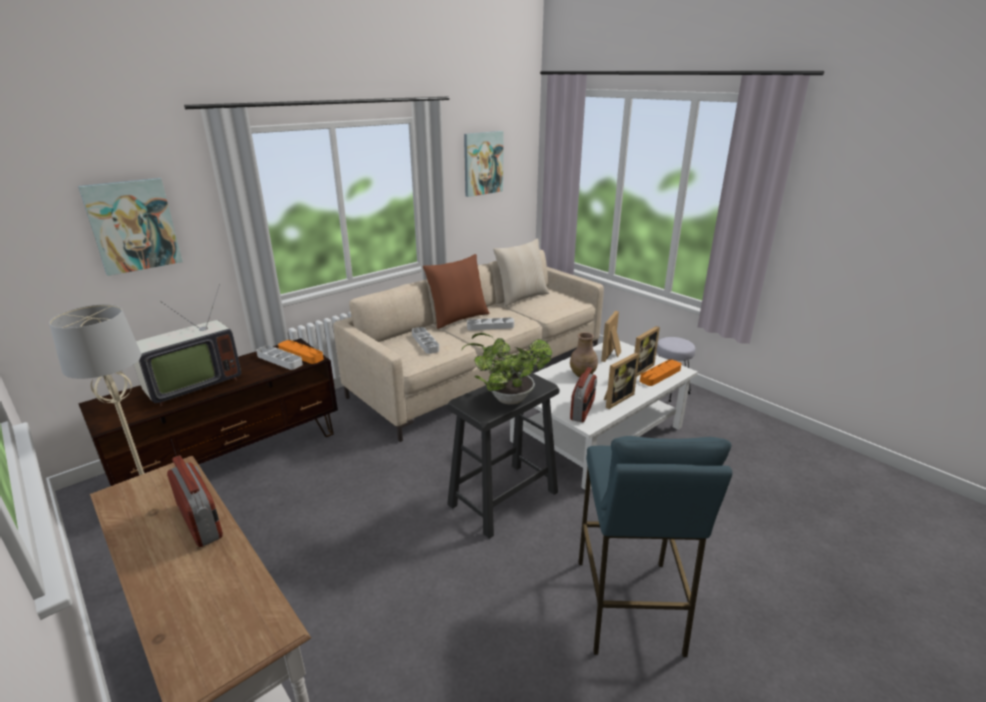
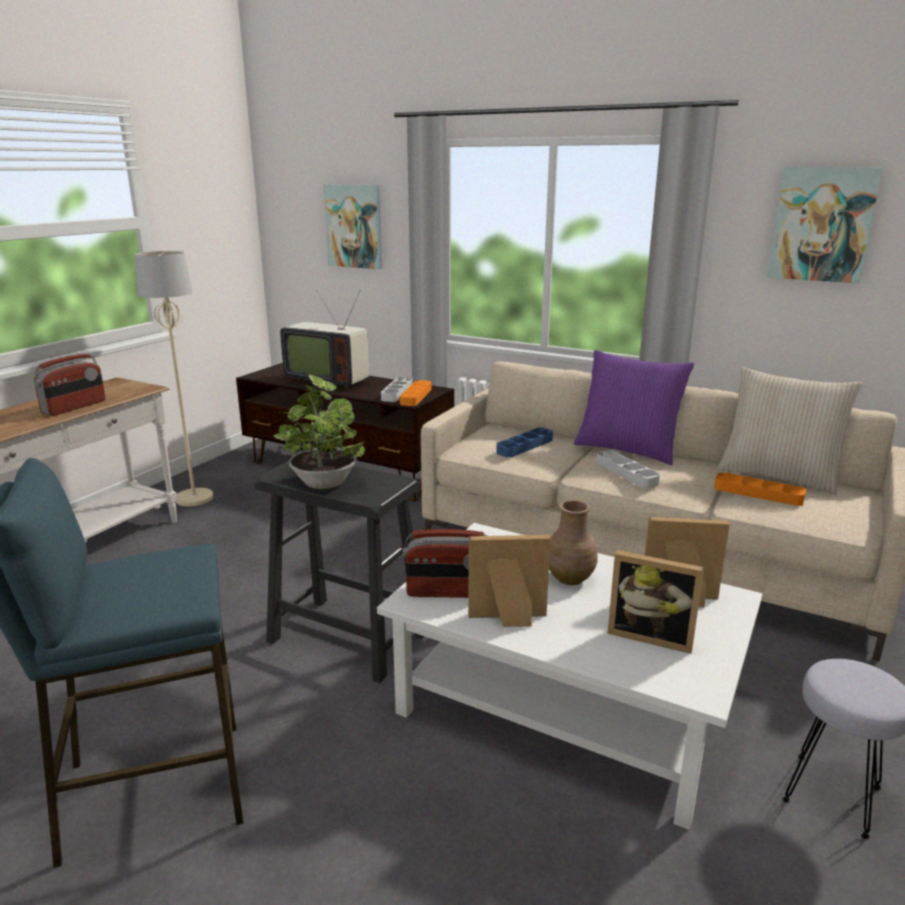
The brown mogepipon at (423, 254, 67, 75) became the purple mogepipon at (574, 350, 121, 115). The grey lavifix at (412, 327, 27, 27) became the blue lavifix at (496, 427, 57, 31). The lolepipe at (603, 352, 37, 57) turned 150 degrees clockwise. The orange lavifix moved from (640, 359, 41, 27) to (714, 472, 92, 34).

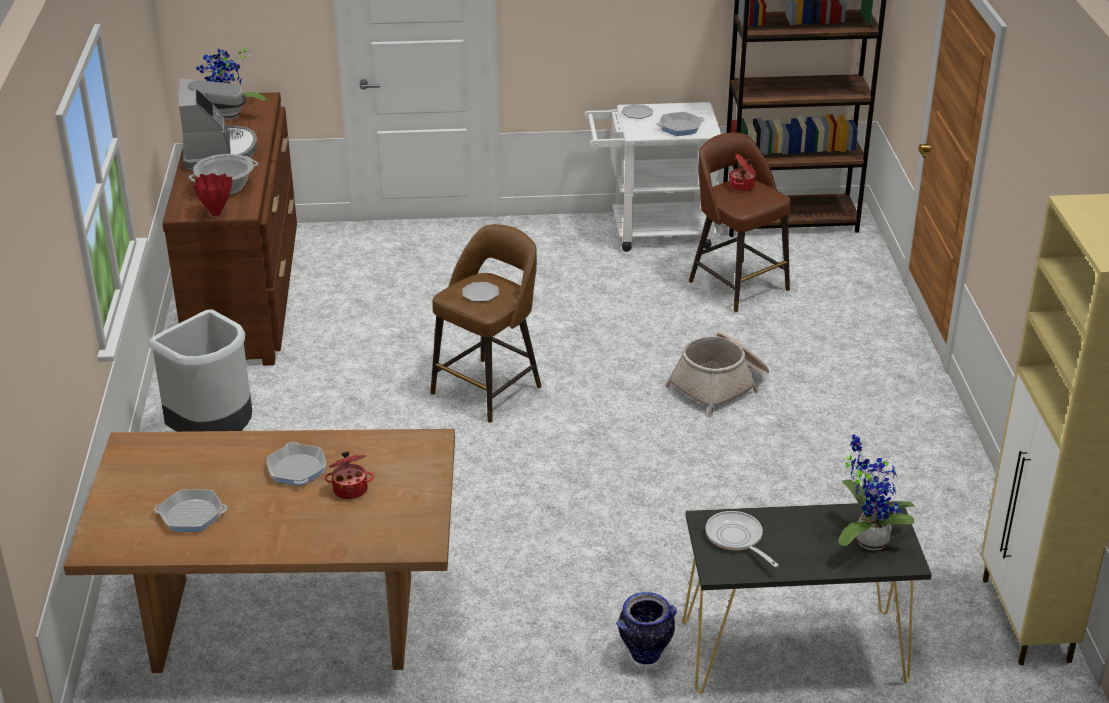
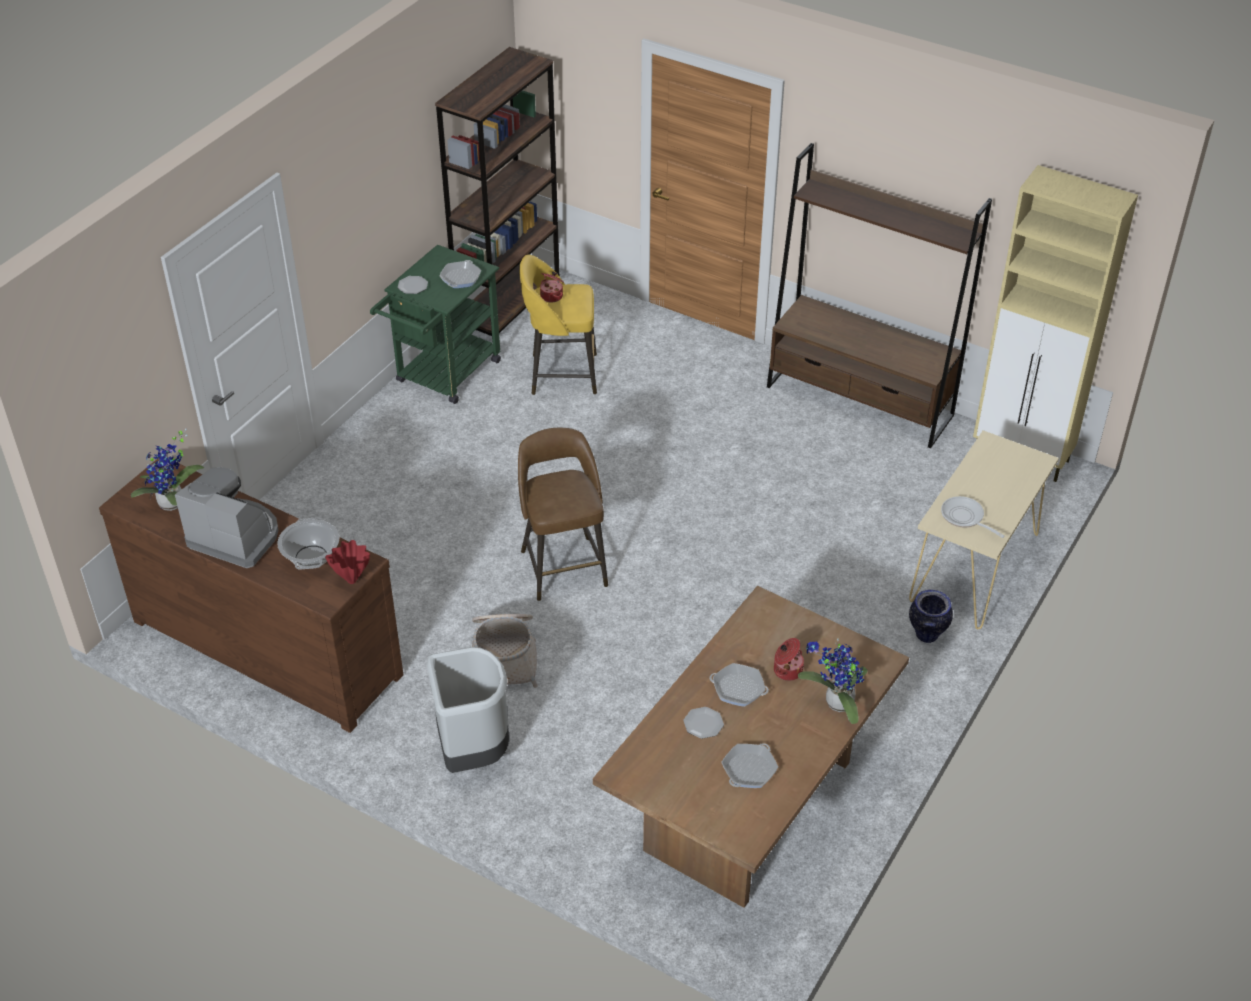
The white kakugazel at (585, 102, 137, 150) became the green kakugazel at (370, 245, 131, 159). The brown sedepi at (689, 132, 103, 180) became the yellow sedepi at (520, 255, 77, 140). The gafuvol moved from (462, 282, 37, 20) to (683, 707, 41, 32). The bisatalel moved from (665, 332, 104, 84) to (472, 614, 66, 74). The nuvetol moved from (838, 434, 77, 117) to (798, 638, 70, 86). The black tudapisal at (683, 501, 249, 192) became the beige tudapisal at (909, 430, 150, 199). The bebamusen at (705, 511, 74, 56) turned 45 degrees clockwise. The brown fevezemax at (767, 143, 225, 305) appeared.

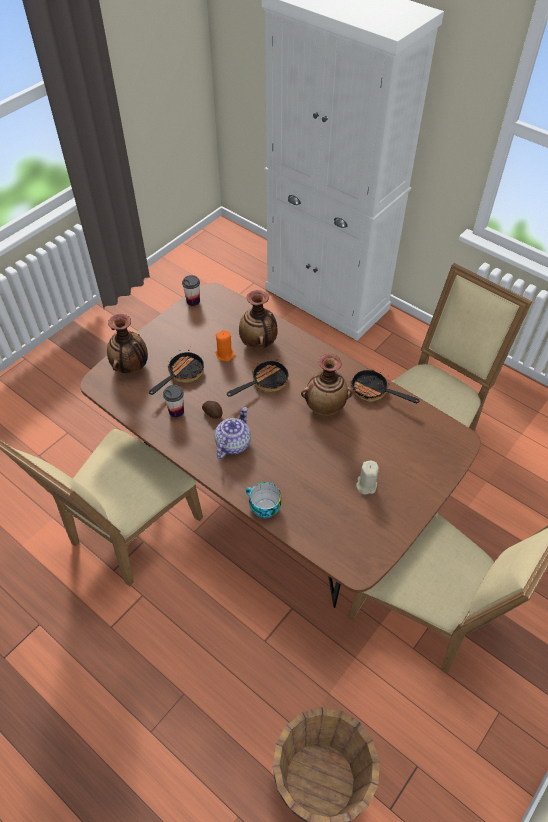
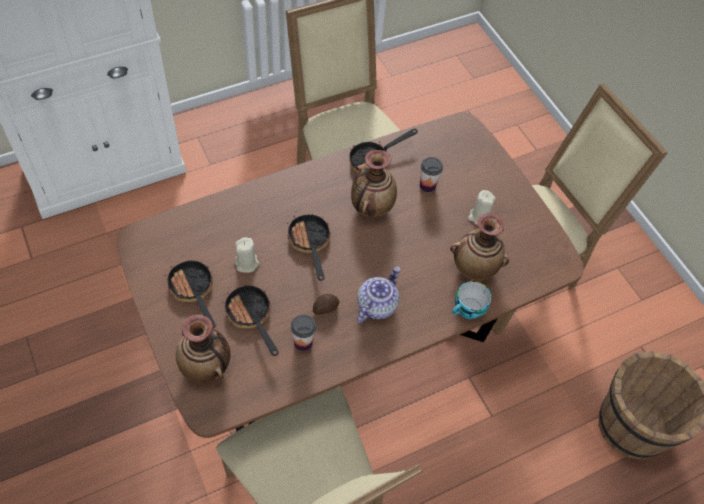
The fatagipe moved from (182, 275, 18, 31) to (420, 157, 23, 35). The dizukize moved from (239, 290, 39, 59) to (450, 213, 59, 67). The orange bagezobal at (216, 330, 19, 31) became the beige bagezobal at (235, 237, 24, 36). The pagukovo at (215, 407, 36, 52) turned 75 degrees clockwise. The bebamusen at (165, 260, 50, 68) appeared.

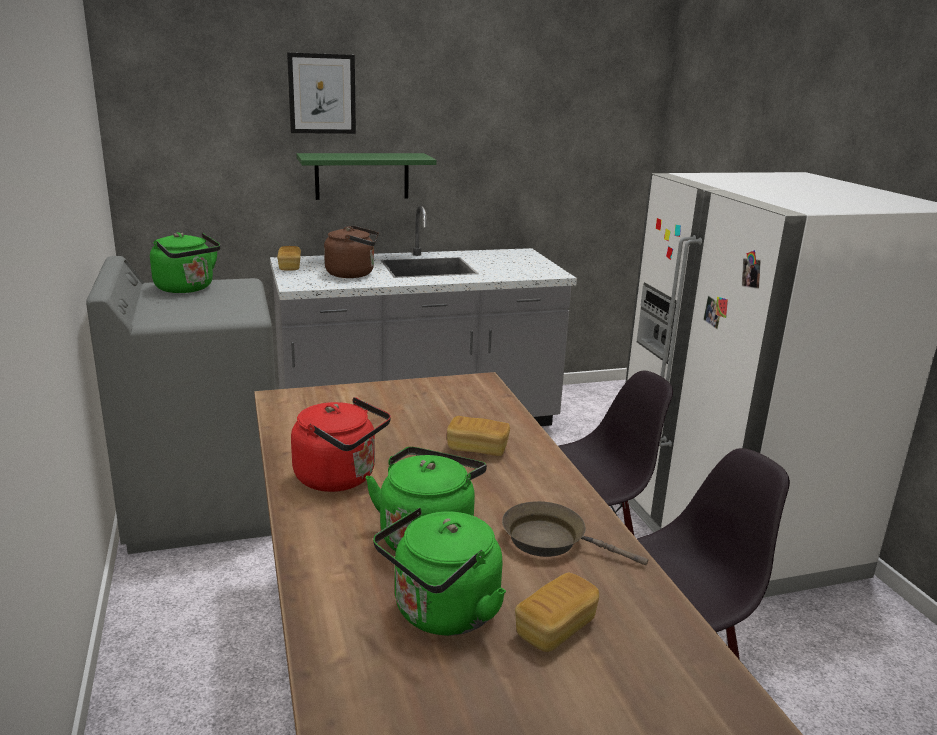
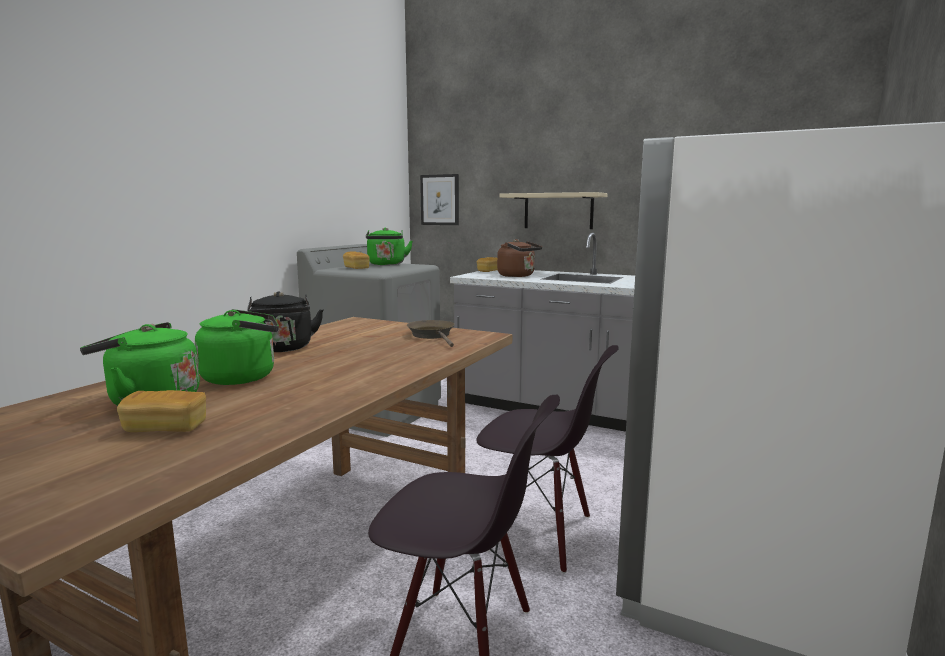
The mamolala moved from (287, 52, 69, 82) to (420, 174, 39, 51). The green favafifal at (296, 153, 140, 47) became the beige favafifal at (499, 192, 109, 37). The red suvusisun at (291, 397, 100, 95) became the black suvusisun at (247, 292, 77, 60). The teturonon moved from (447, 416, 63, 40) to (343, 251, 27, 18). The brown bebamusen moved from (502, 501, 146, 64) to (407, 320, 48, 27).

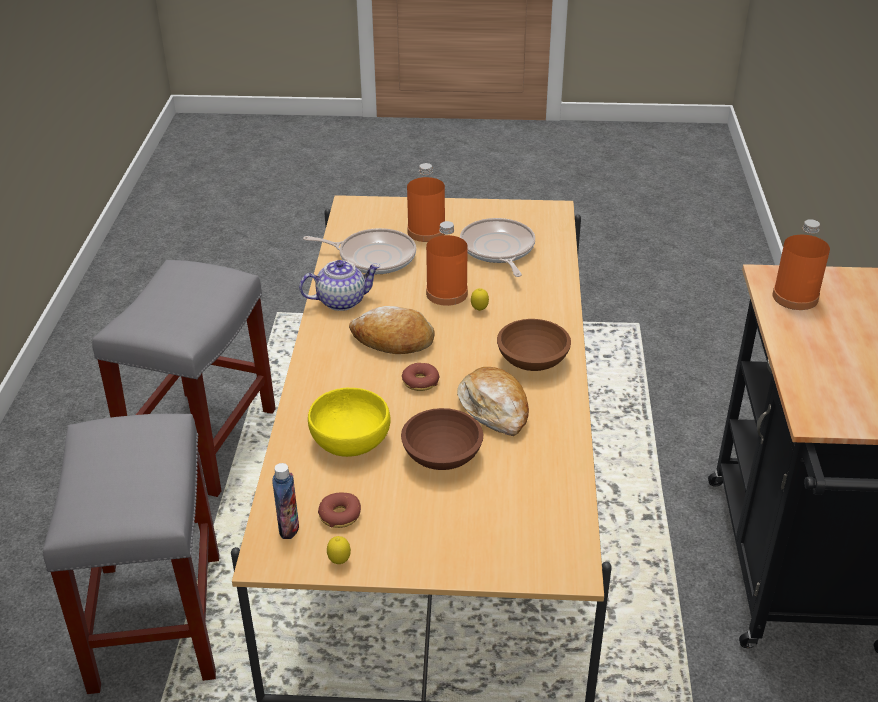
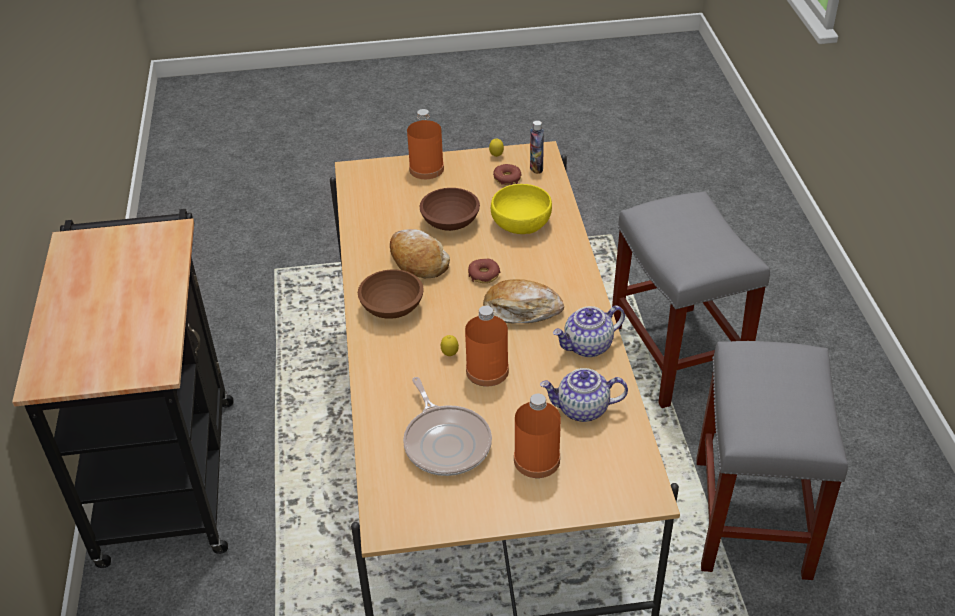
The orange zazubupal moved from (772, 219, 58, 91) to (407, 109, 37, 70). The bebamusen at (303, 228, 113, 46) was replaced by the pagukovo at (540, 368, 88, 54).

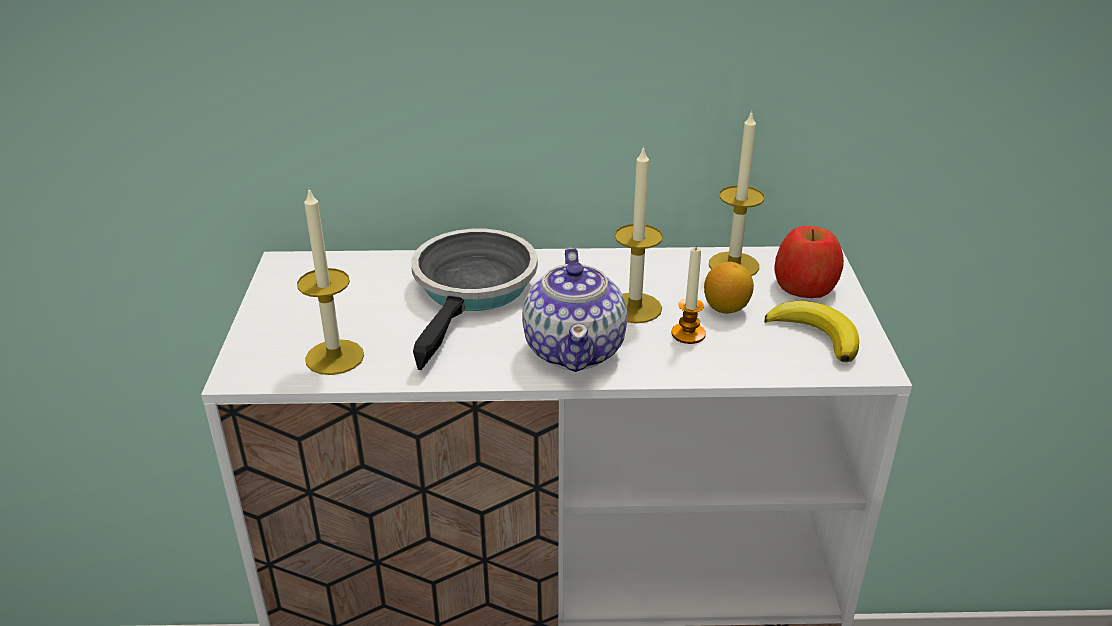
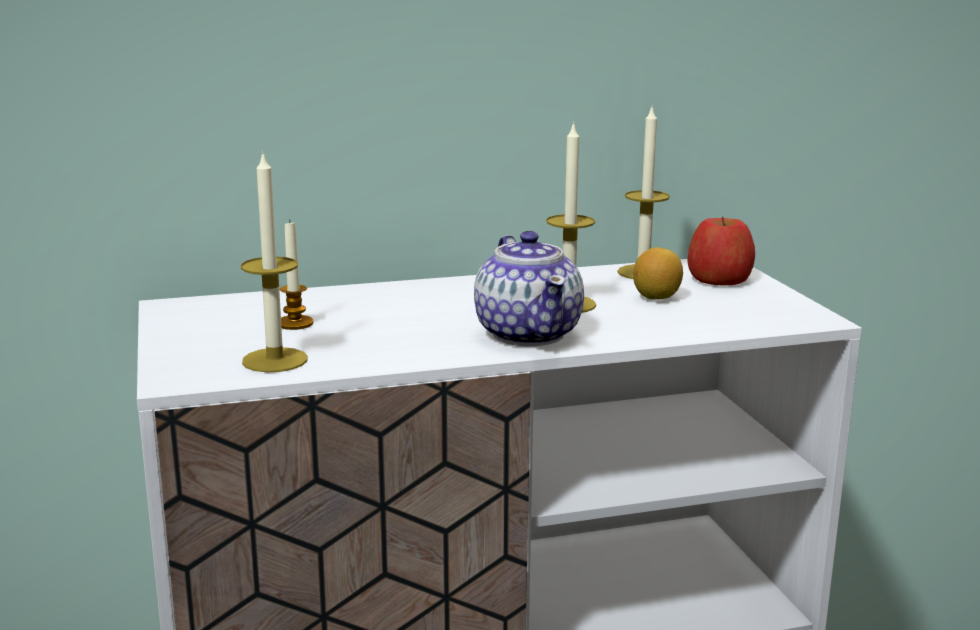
The bebamusen at (411, 229, 127, 141) disappeared. The bagezobal moved from (671, 246, 35, 98) to (280, 219, 33, 111). The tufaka at (764, 301, 95, 61) disappeared.

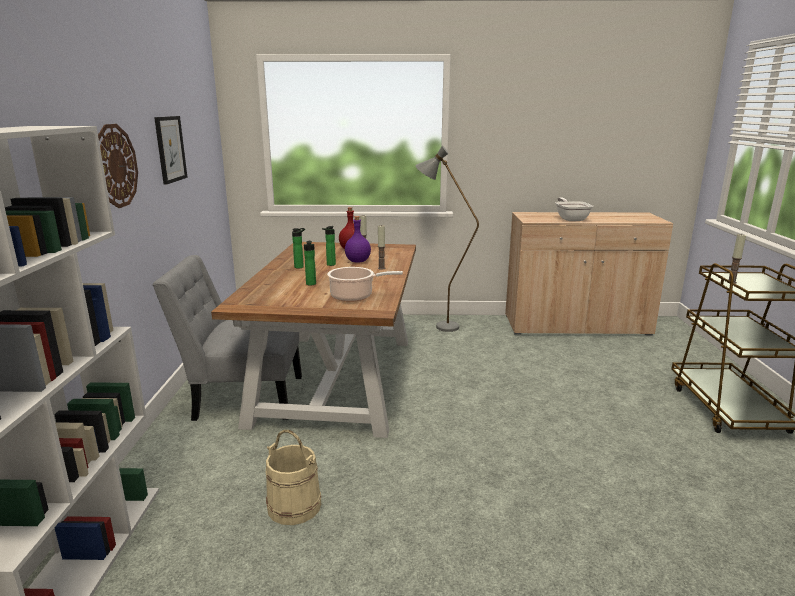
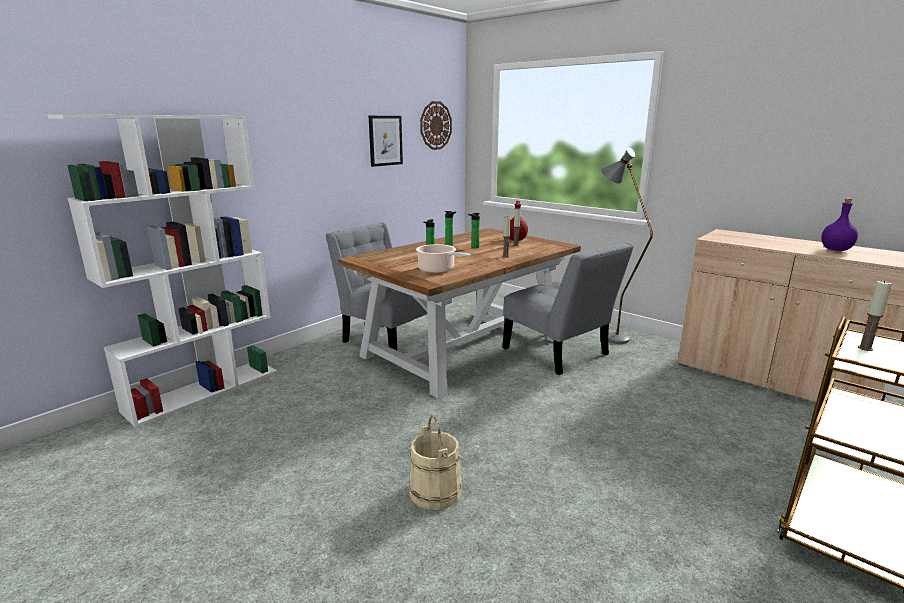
The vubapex moved from (98, 124, 40, 84) to (420, 101, 32, 49). The bebamusen at (556, 198, 37, 23) disappeared. The purple zazubupal moved from (345, 216, 26, 46) to (821, 198, 37, 53). The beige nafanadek moved from (265, 430, 56, 95) to (409, 415, 53, 95). The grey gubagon at (503, 242, 131, 133) appeared.

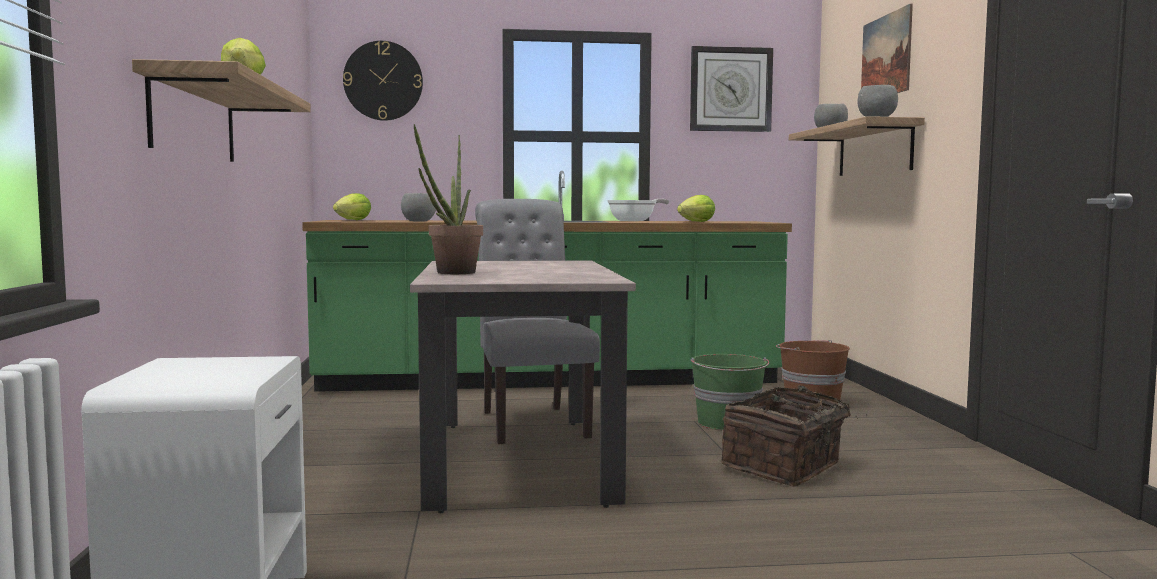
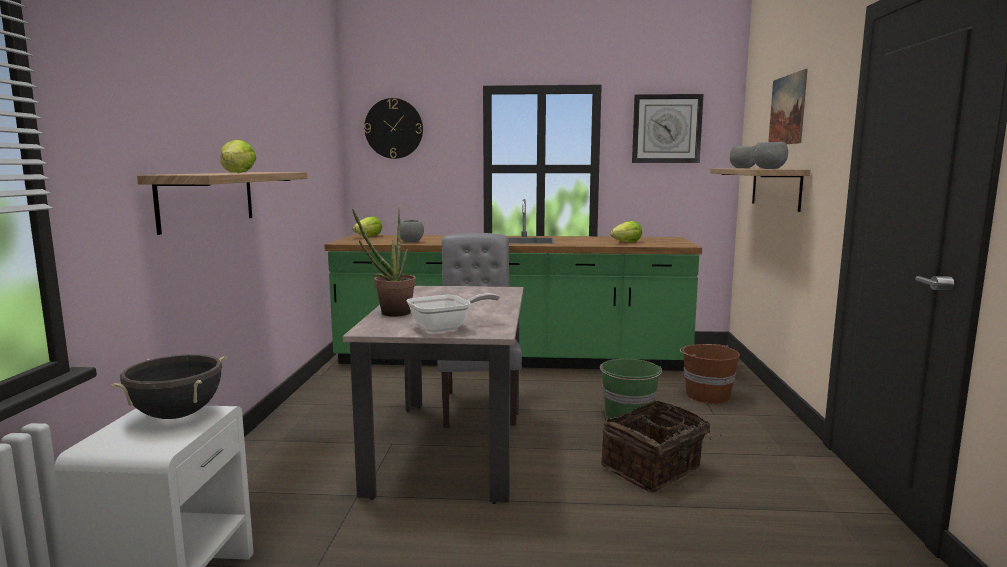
The bebamusen moved from (607, 199, 62, 22) to (406, 293, 94, 39). The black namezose at (111, 354, 116, 65) appeared.

